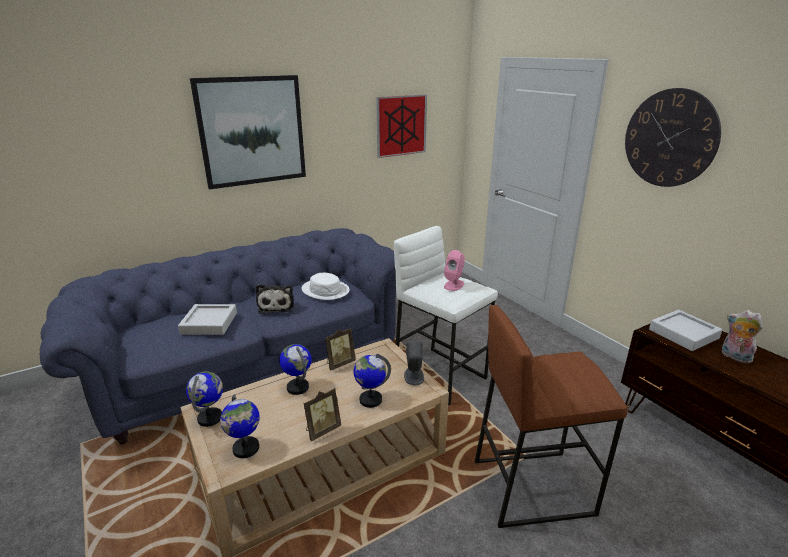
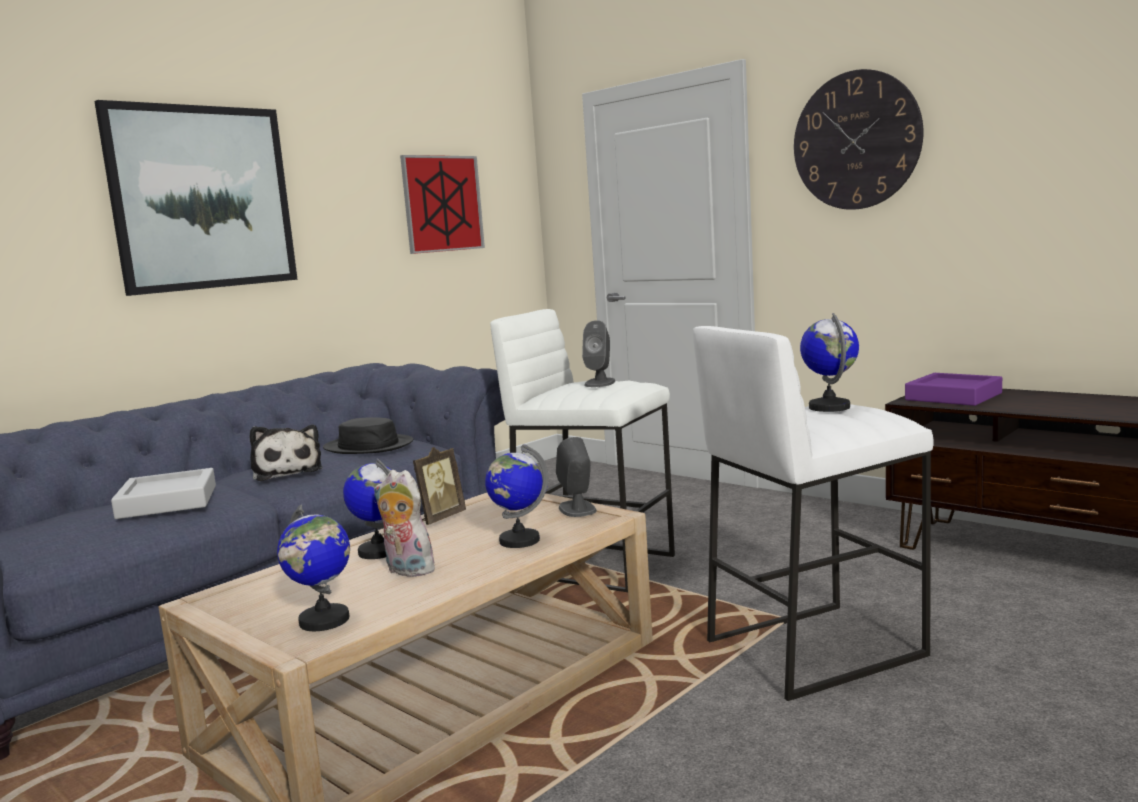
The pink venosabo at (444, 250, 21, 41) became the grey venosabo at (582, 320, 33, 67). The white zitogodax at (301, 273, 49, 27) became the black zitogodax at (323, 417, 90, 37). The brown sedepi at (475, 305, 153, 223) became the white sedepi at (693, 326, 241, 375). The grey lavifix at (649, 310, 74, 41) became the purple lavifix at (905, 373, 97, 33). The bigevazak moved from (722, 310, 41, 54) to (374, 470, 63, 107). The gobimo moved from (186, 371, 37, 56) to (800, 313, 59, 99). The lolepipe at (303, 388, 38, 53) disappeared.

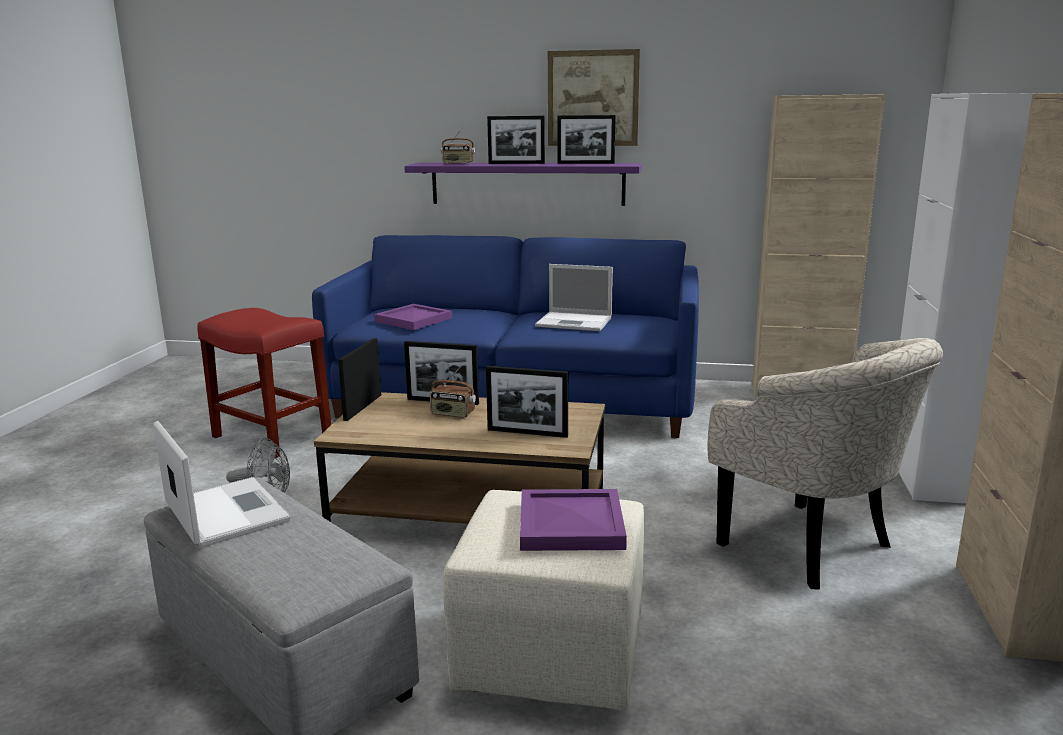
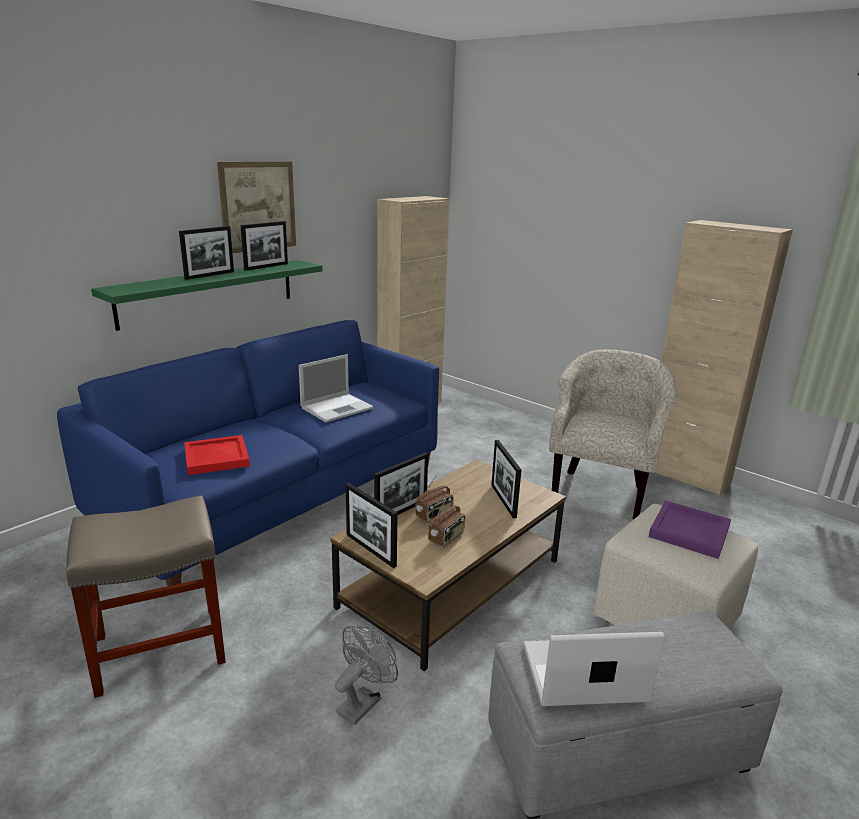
The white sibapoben at (899, 93, 134, 411) disappeared. The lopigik moved from (441, 128, 34, 36) to (428, 495, 37, 52). The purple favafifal at (404, 163, 238, 43) became the green favafifal at (91, 260, 232, 71). The purple lavifix at (374, 304, 78, 26) became the red lavifix at (184, 435, 66, 40). The red sedepi at (197, 308, 134, 151) became the beige sedepi at (66, 496, 160, 202). The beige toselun at (708, 338, 235, 251) turned 60 degrees counterclockwise. The lolepipe at (486, 366, 82, 72) turned 120 degrees clockwise.

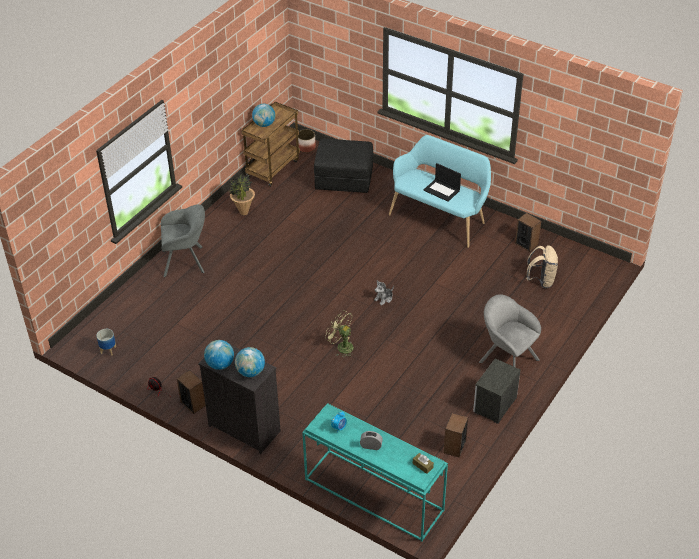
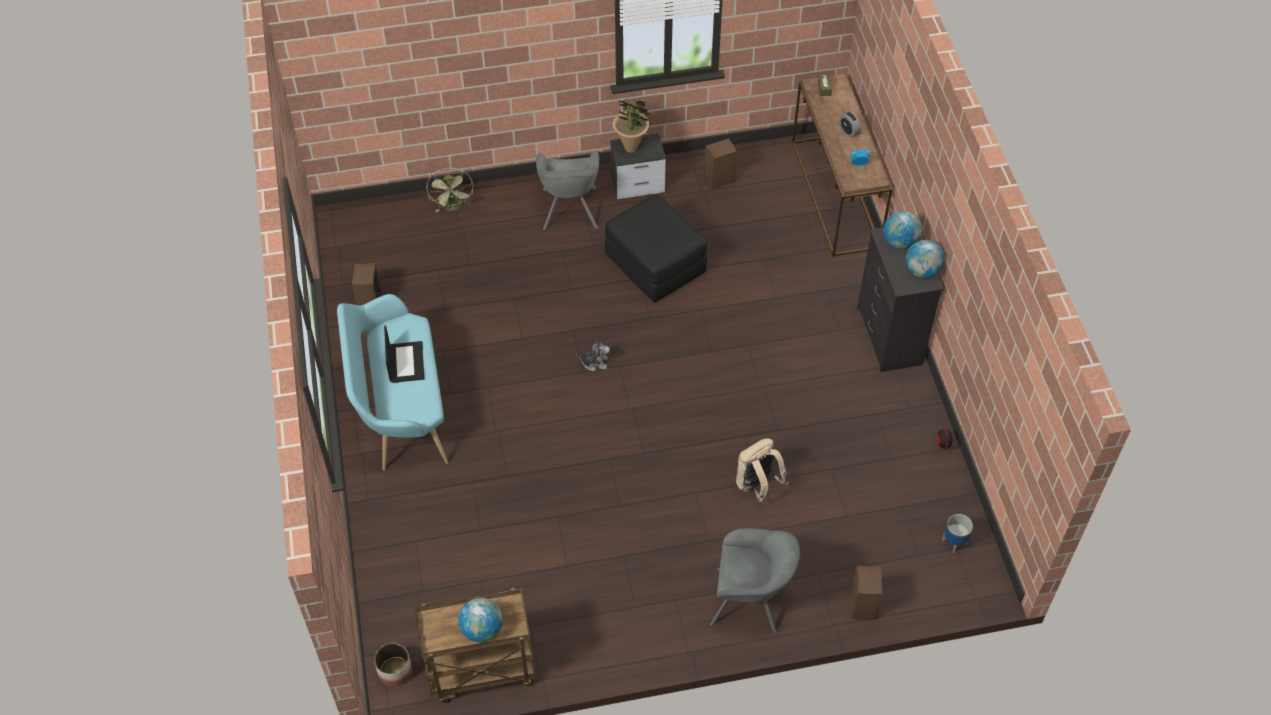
The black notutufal moved from (314, 139, 59, 54) to (605, 194, 102, 109). The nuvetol moved from (229, 174, 26, 41) to (613, 99, 38, 54). The grey toselun at (161, 204, 44, 73) turned 150 degrees clockwise. The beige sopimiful moved from (526, 245, 32, 43) to (736, 439, 52, 63). The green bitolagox moved from (325, 310, 29, 48) to (427, 168, 46, 44). The venosabo moved from (177, 370, 29, 44) to (851, 566, 32, 54). The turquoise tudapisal at (302, 403, 146, 139) became the brown tudapisal at (792, 74, 101, 183).

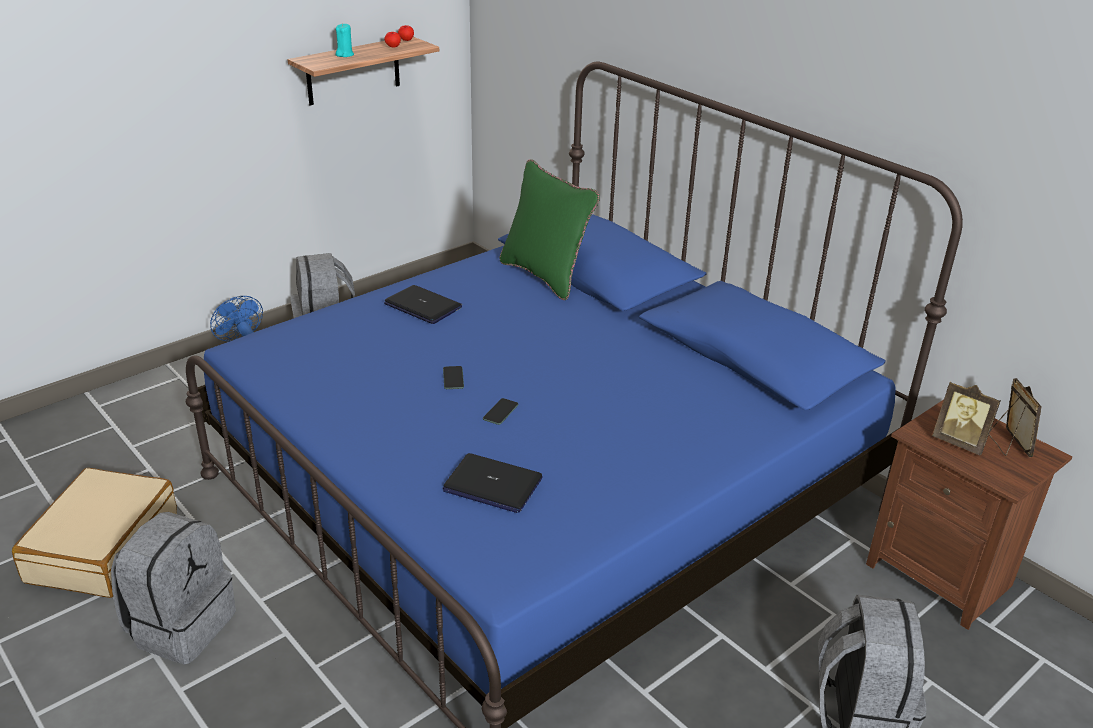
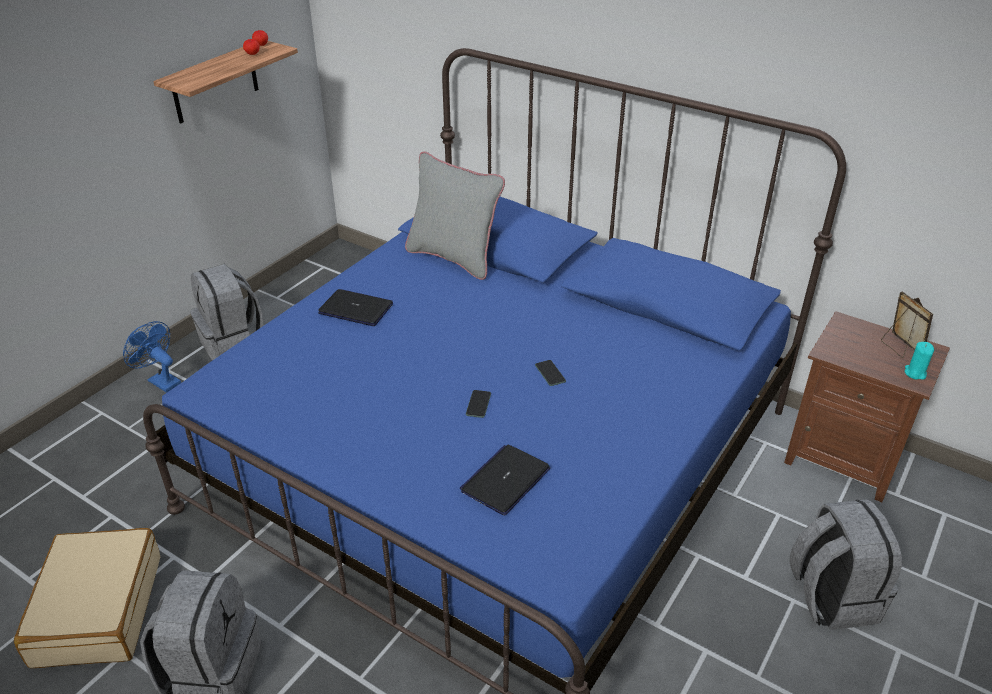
The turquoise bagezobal moved from (335, 23, 19, 34) to (905, 342, 29, 38). The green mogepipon at (499, 159, 101, 141) became the grey mogepipon at (405, 151, 100, 129). The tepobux moved from (443, 366, 21, 23) to (535, 360, 31, 26). The lolepipe at (932, 381, 69, 75) disappeared. The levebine at (443, 453, 100, 60) turned 120 degrees clockwise.

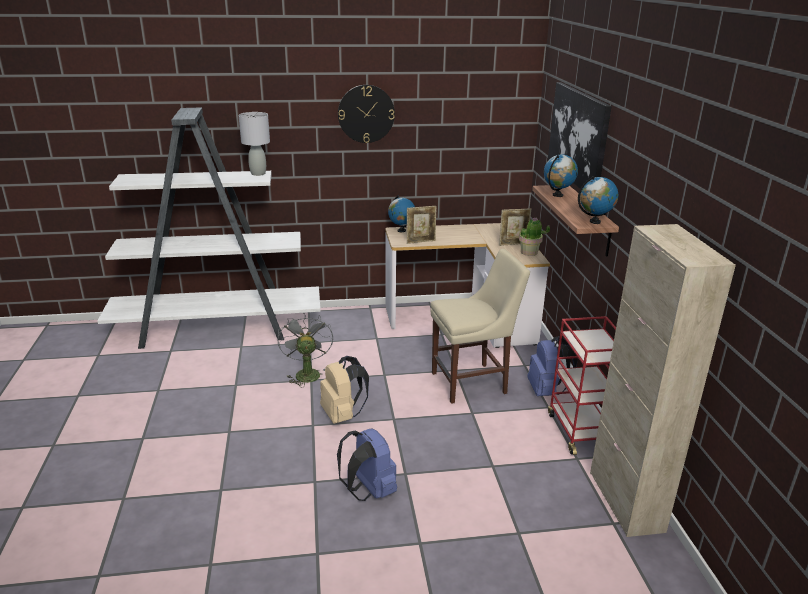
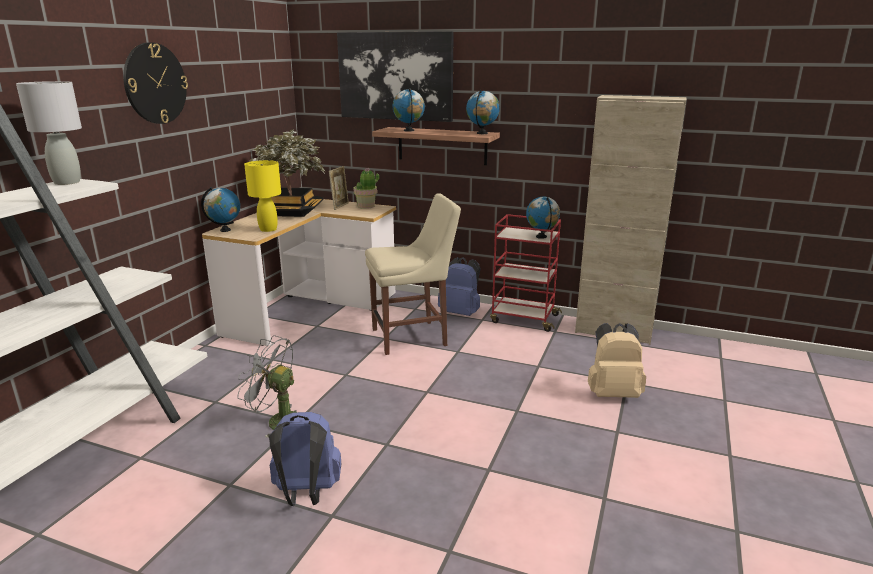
The lolepipe at (407, 206, 30, 38) was replaced by the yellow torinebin at (244, 160, 37, 72). The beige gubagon at (431, 249, 99, 155) turned 60 degrees clockwise. The beige sopimiful moved from (320, 356, 49, 68) to (588, 323, 58, 75). The blue sopimiful moved from (337, 428, 60, 73) to (269, 412, 72, 94). The nuvetol at (249, 129, 77, 88) appeared. The gobimo at (526, 197, 34, 42) appeared.

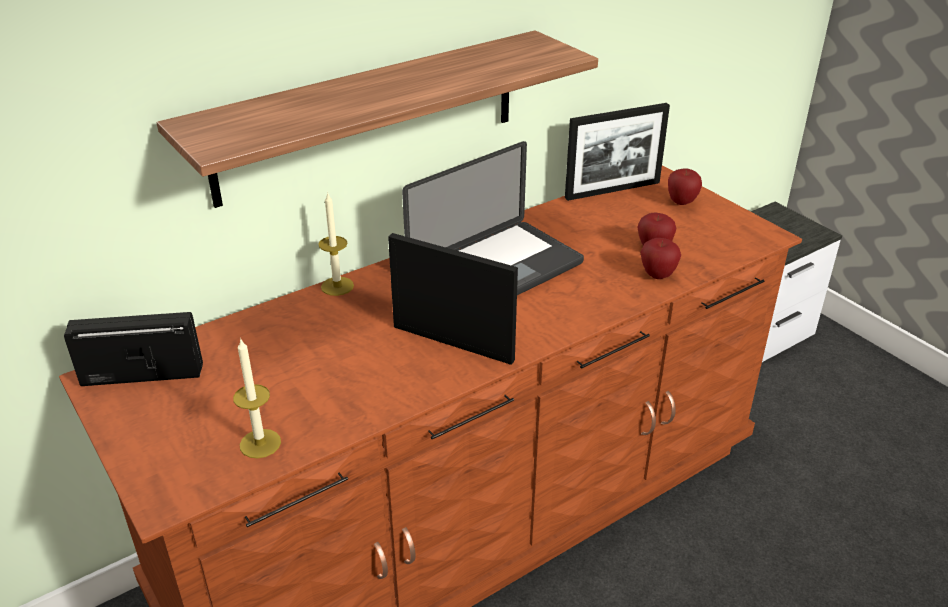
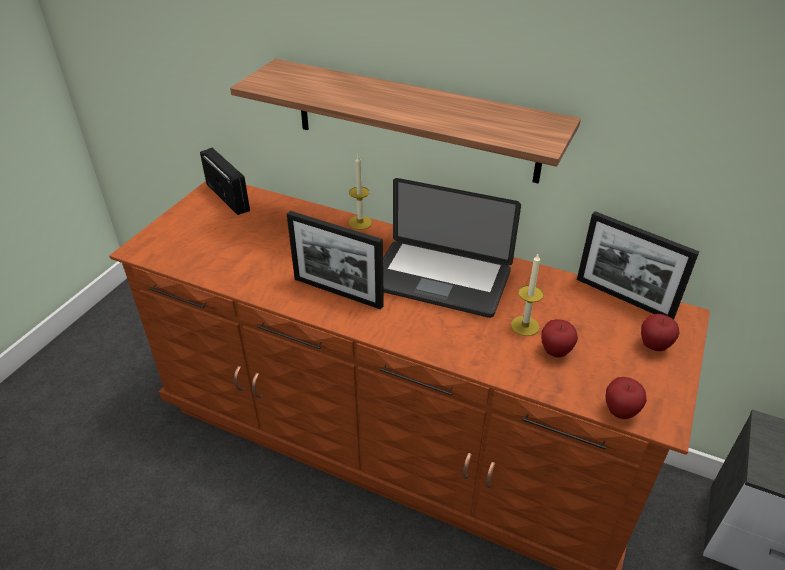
The lolepipe at (388, 233, 130, 132) turned 120 degrees clockwise. The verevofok moved from (640, 238, 41, 41) to (606, 377, 41, 42). The bagezobal moved from (233, 338, 48, 121) to (511, 254, 33, 82).

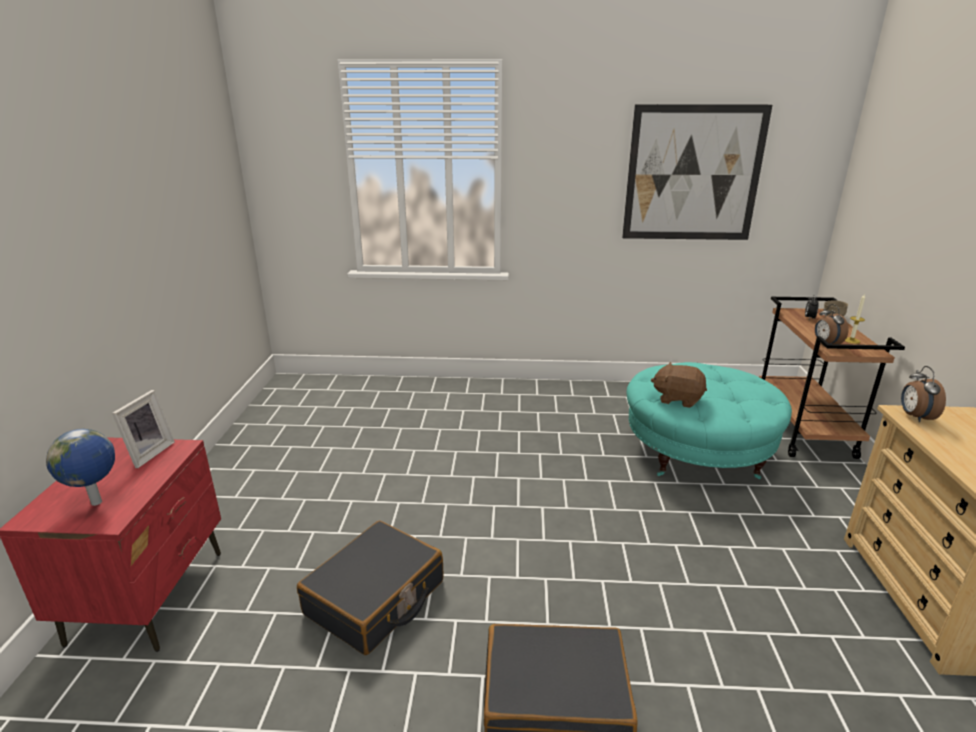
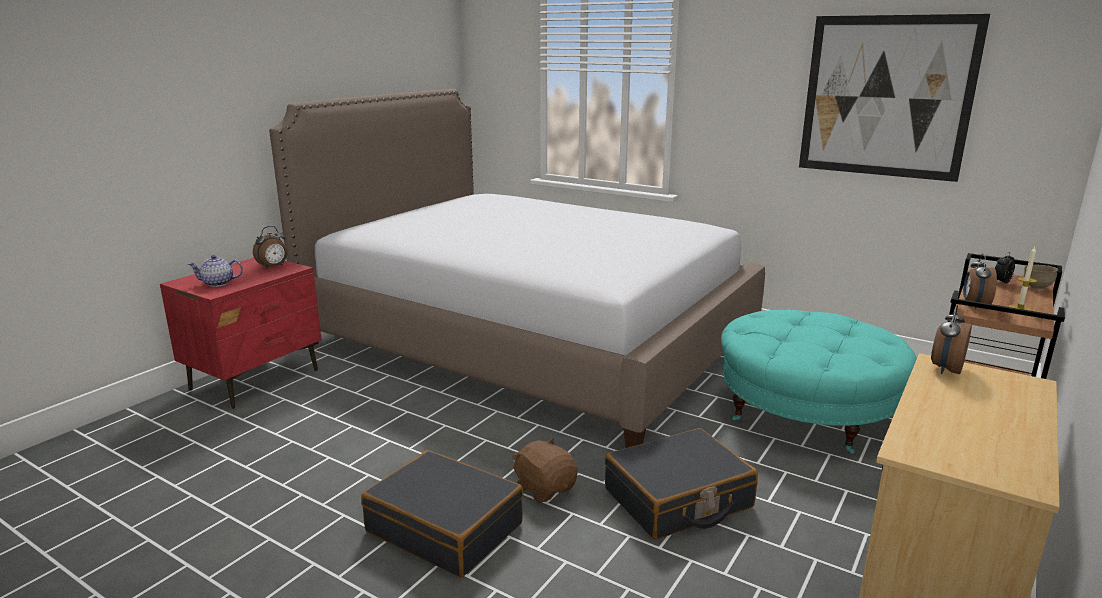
The brown bigevazak moved from (651, 362, 56, 46) to (512, 438, 66, 65). The lolepipe at (112, 390, 63, 78) was replaced by the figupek at (253, 226, 34, 43). The gobimo at (46, 429, 69, 77) was replaced by the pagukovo at (188, 255, 55, 32). The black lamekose moved from (297, 520, 147, 135) to (605, 428, 153, 111). The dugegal at (269, 89, 496, 359) appeared.

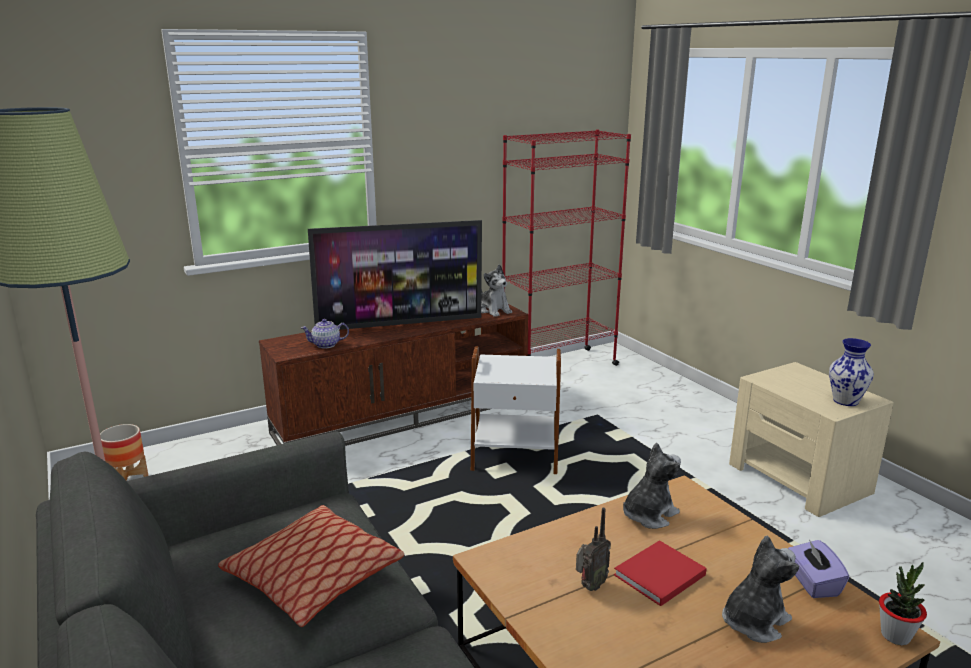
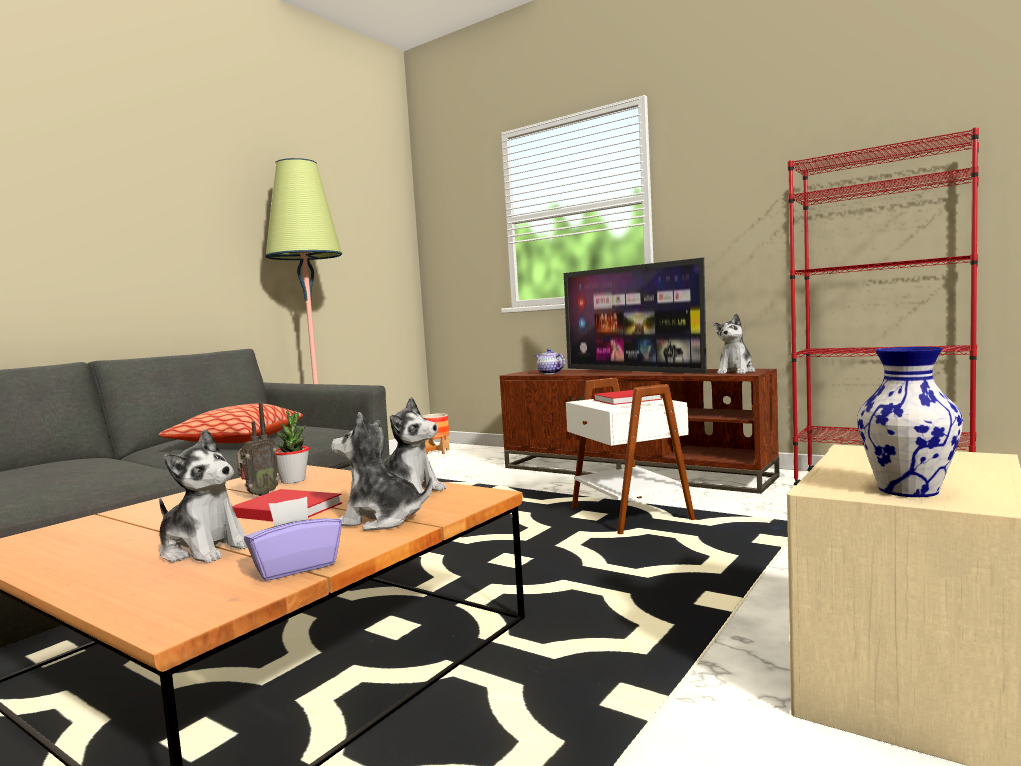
The lopigik at (576, 508, 35, 83) turned 75 degrees counterclockwise. The nuvetol moved from (879, 562, 48, 83) to (275, 411, 34, 73). The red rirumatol at (593, 390, 69, 15) appeared. The bigevazak at (331, 412, 102, 119) appeared.

